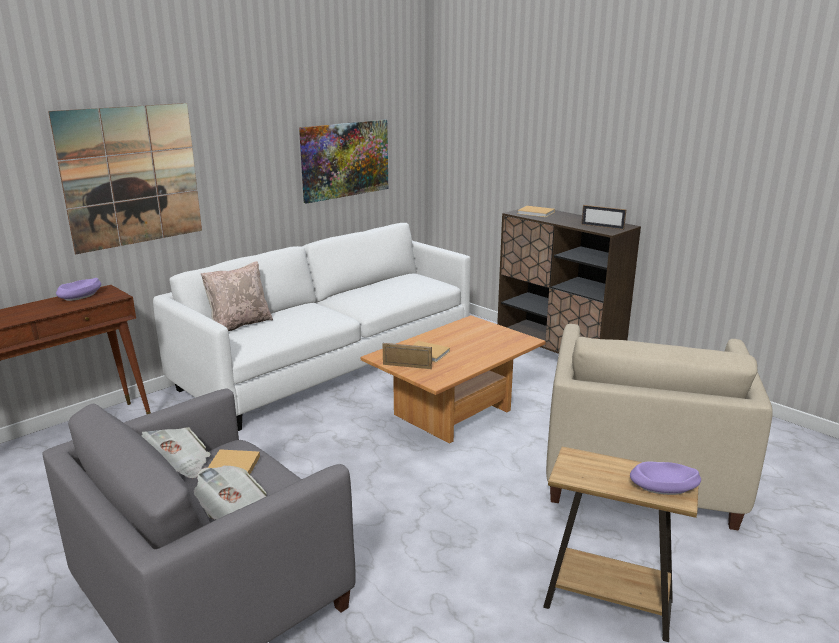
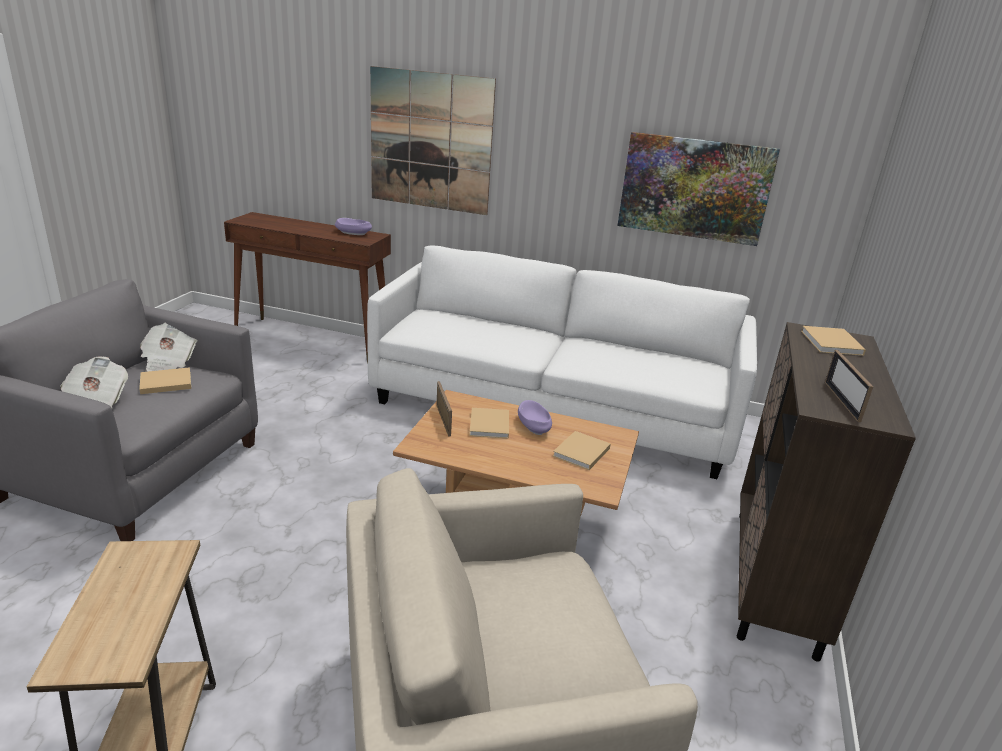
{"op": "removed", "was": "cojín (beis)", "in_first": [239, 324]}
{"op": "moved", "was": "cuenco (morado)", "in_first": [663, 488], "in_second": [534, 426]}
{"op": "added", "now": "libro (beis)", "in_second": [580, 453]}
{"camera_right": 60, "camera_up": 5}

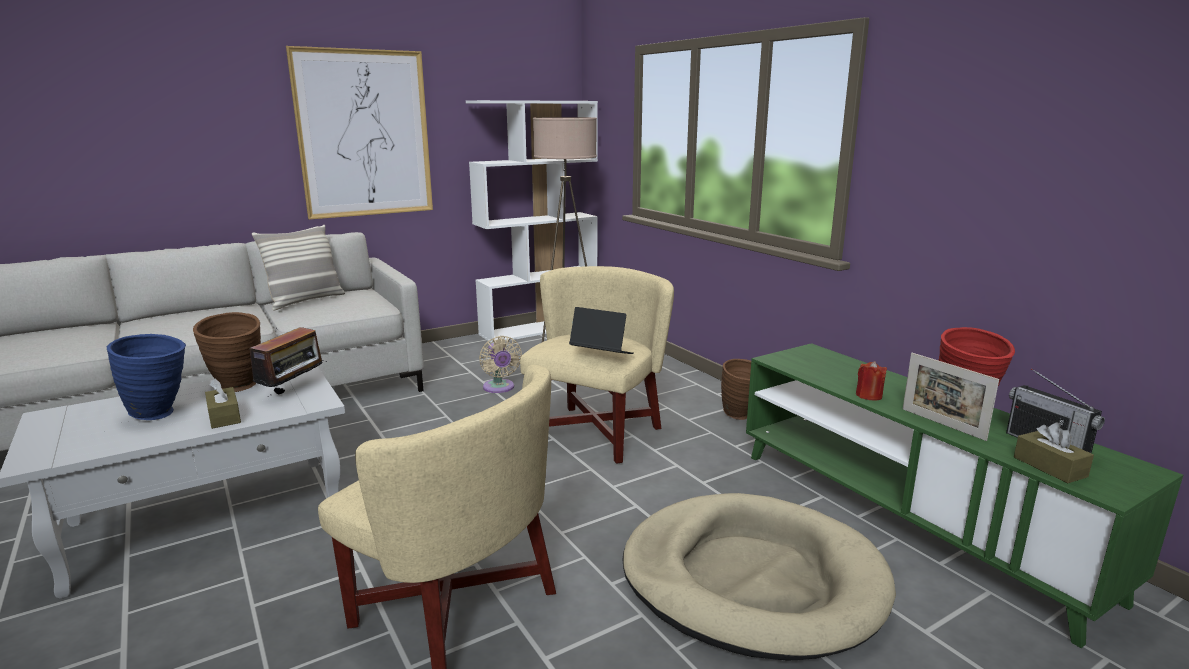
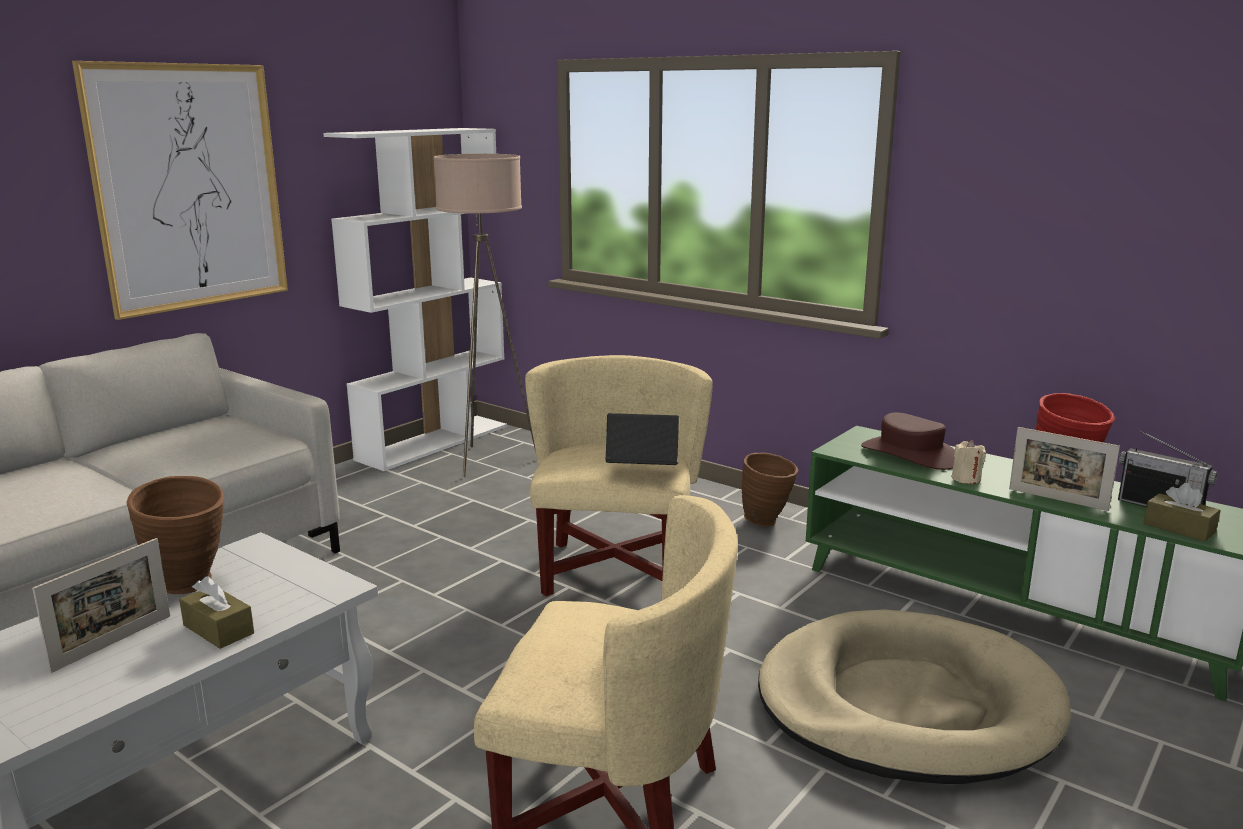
{"op": "removed", "was": "cojín", "in_first": [305, 301]}
{"op": "removed", "was": "radio", "in_first": [293, 391]}
{"op": "replaced", "was": "florero (azul)", "now": "portarretratos", "in_first": [161, 414], "in_second": [113, 643]}
{"op": "removed", "was": "ventilador (beis)", "in_first": [499, 388]}
{"op": "recoloured", "was": "vela (rojo)", "now": "vela (beis)", "in_first": [869, 395], "in_second": [966, 479]}
{"op": "added", "now": "sombrero (marrón)", "in_second": [910, 454]}
{"camera_right": -20, "camera_up": 0}

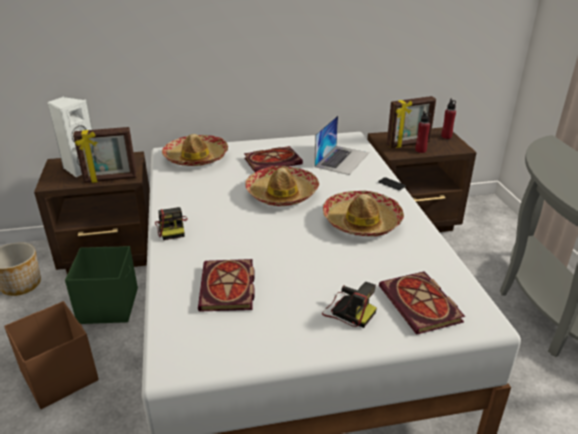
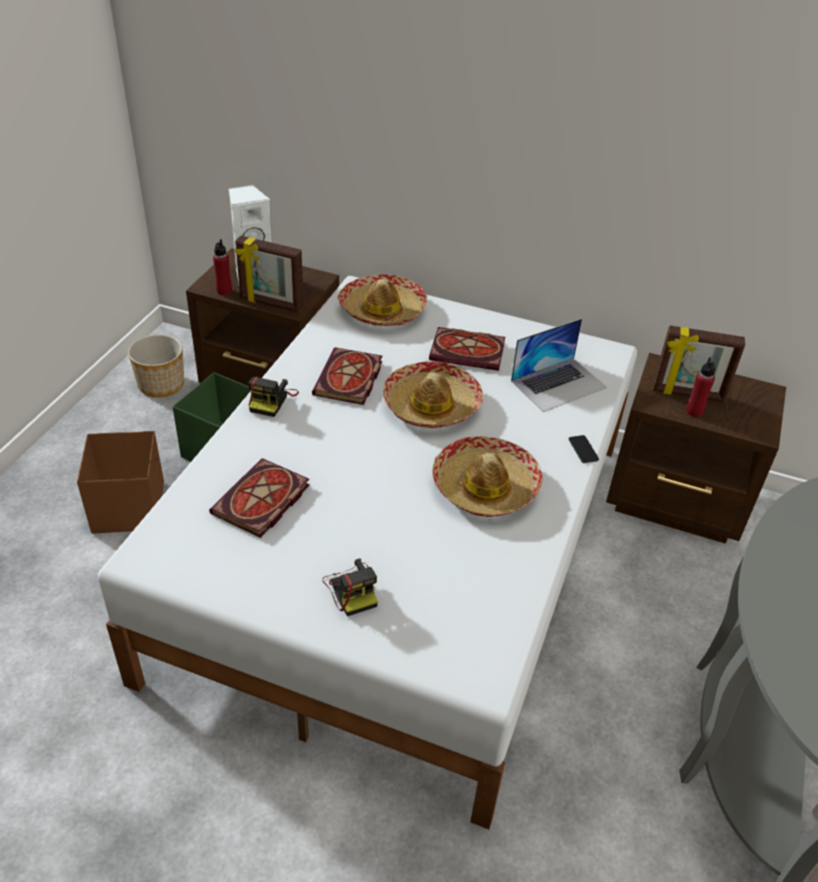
{"op": "moved", "was": "botella (rojo)", "in_first": [446, 136], "in_second": [224, 291]}
{"op": "moved", "was": "libro", "in_first": [422, 305], "in_second": [349, 380]}
{"camera_right": 30, "camera_up": 10}

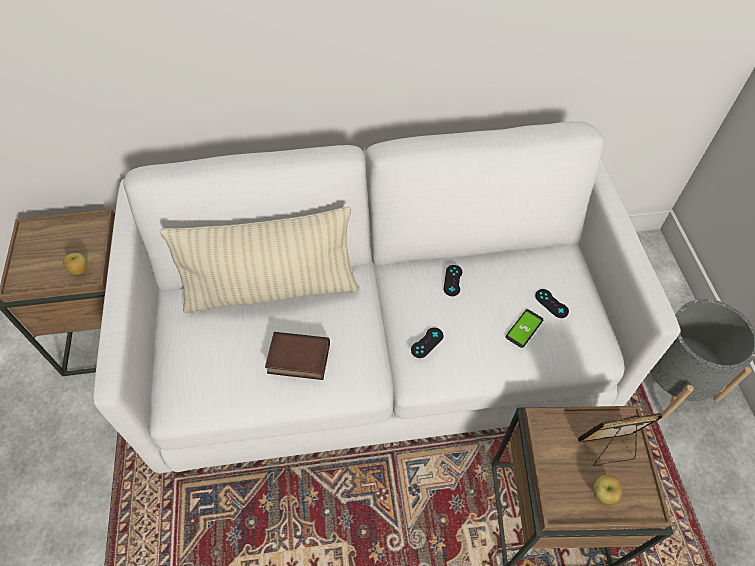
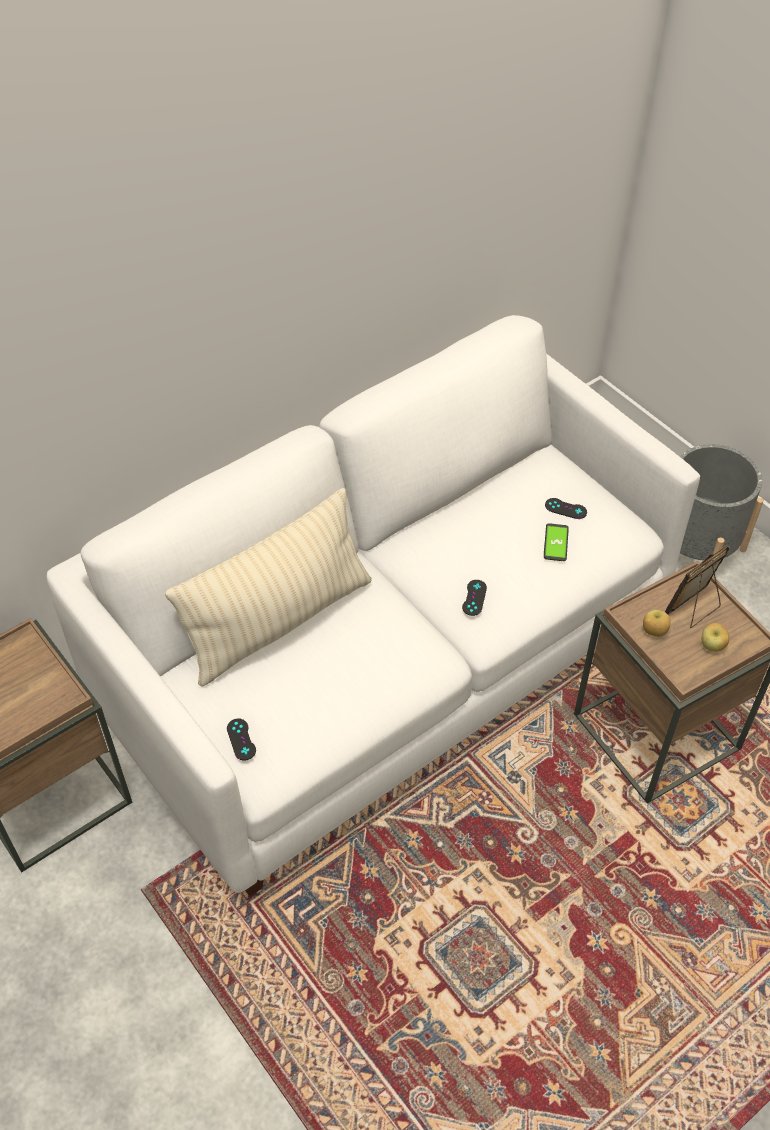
{"op": "moved", "was": "manzana", "in_first": [79, 270], "in_second": [653, 632]}
{"op": "moved", "was": "mando de consola (negro)", "in_first": [452, 280], "in_second": [241, 739]}
{"op": "removed", "was": "libro", "in_first": [297, 360]}
{"camera_right": -30, "camera_up": -5}

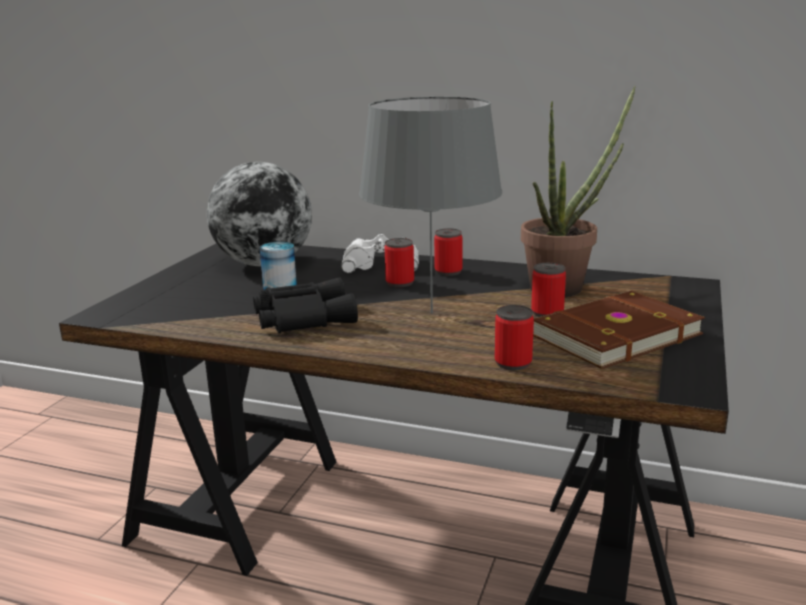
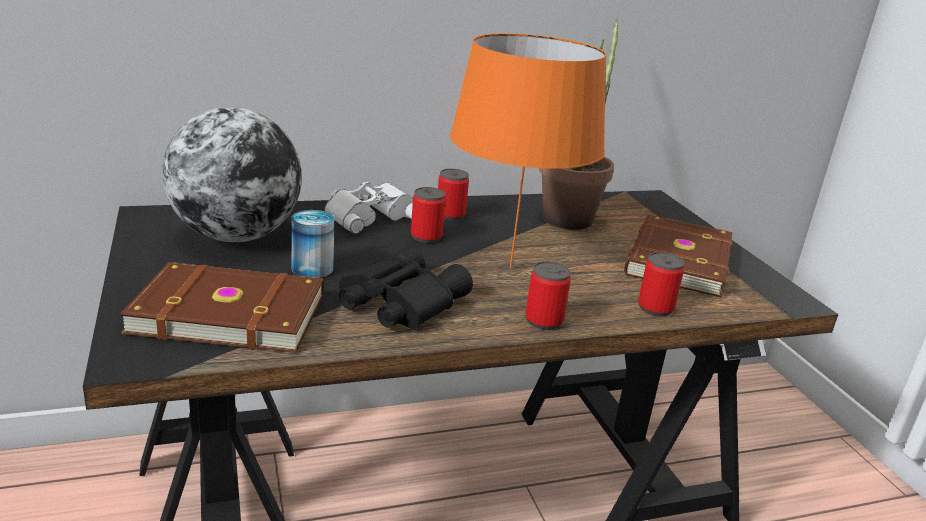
{"op": "recoloured", "was": "lámpara de mesa (gris)", "now": "lámpara de mesa (naranja)", "in_first": [432, 313], "in_second": [511, 267]}
{"op": "moved", "was": "lata", "in_first": [547, 313], "in_second": [544, 321]}
{"op": "added", "now": "libro (marrón)", "in_second": [229, 312]}
{"camera_right": -40, "camera_up": 5}

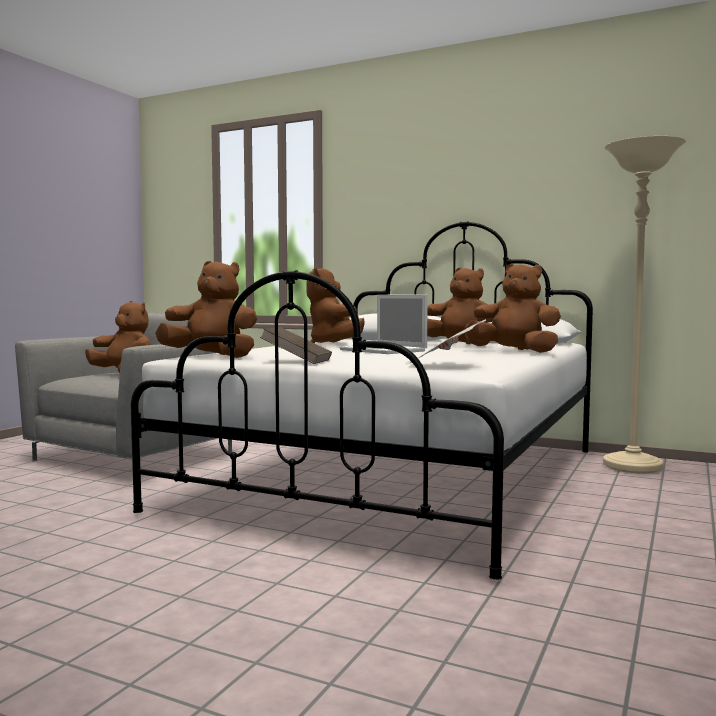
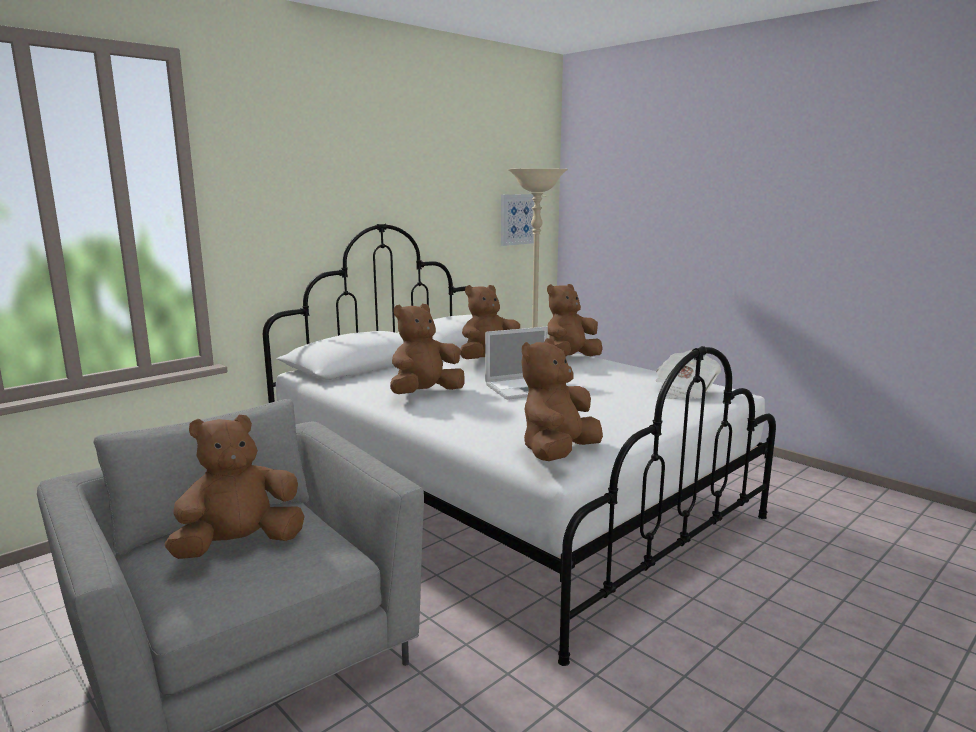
{"op": "turned", "was": "peluche (marrón)", "in_first": [333, 344], "in_second": [425, 394], "clockwise": 135}
{"op": "removed", "was": "libro (marrón)", "in_first": [297, 361]}
{"op": "added", "now": "cuadro", "in_second": [518, 219]}
{"camera_right": -70, "camera_up": 10}

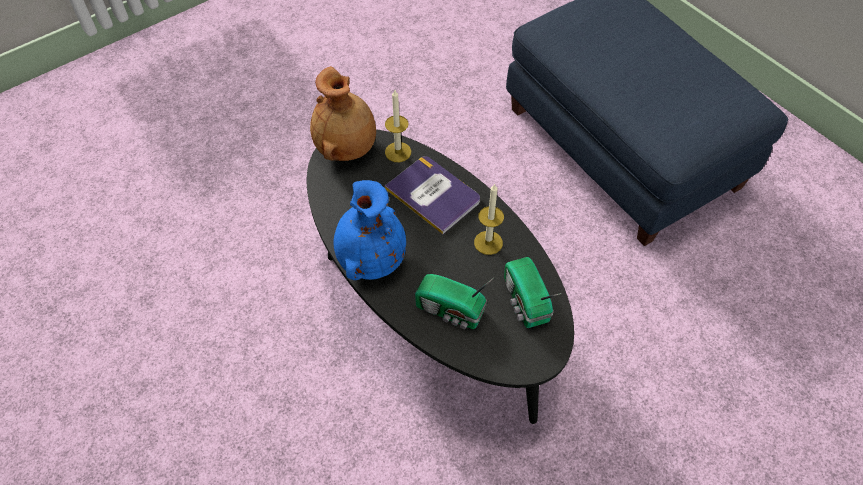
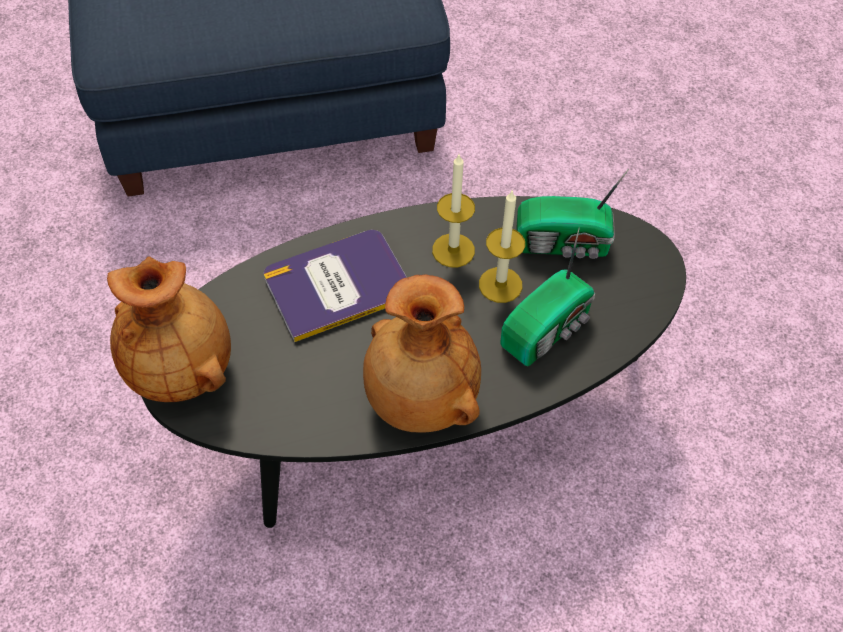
{"op": "moved", "was": "vela", "in_first": [398, 152], "in_second": [500, 285]}
{"op": "recoloured", "was": "florero (azul)", "now": "florero (marrón)", "in_first": [370, 259], "in_second": [419, 400]}
{"camera_right": -70, "camera_up": 0}

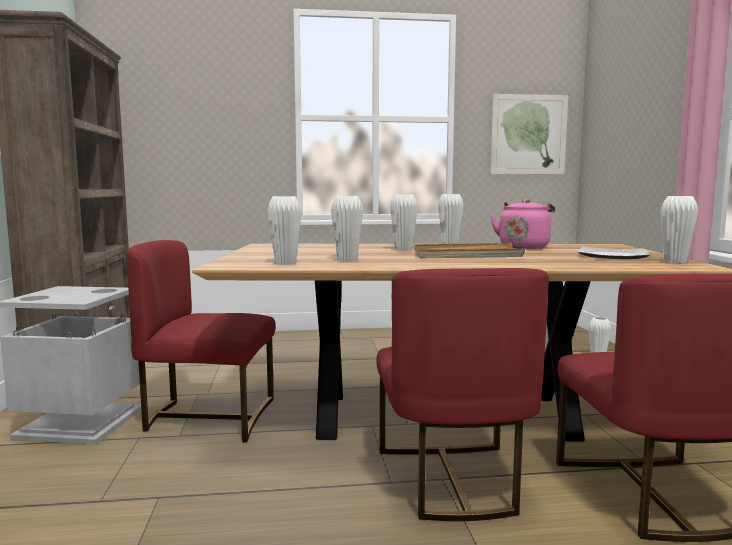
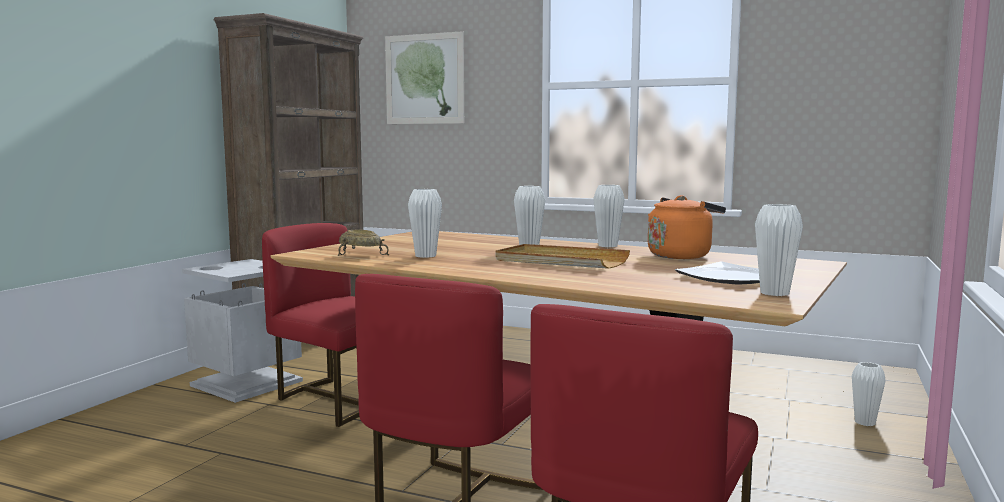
{"op": "moved", "was": "cuadro", "in_first": [528, 134], "in_second": [424, 79]}
{"op": "replaced", "was": "florero (blanco)", "now": "cuenco (beis)", "in_first": [285, 263], "in_second": [359, 255]}
{"op": "recoloured", "was": "hervidor (rosa)", "now": "hervidor (naranja)", "in_first": [524, 247], "in_second": [681, 255]}
{"camera_right": 30, "camera_up": 0}

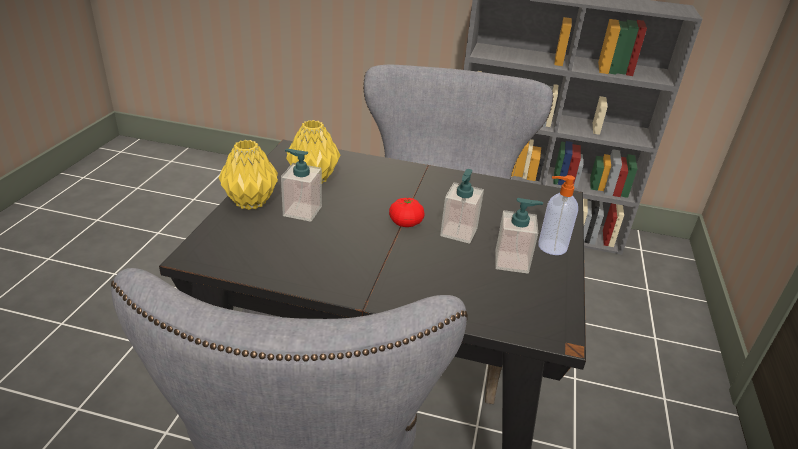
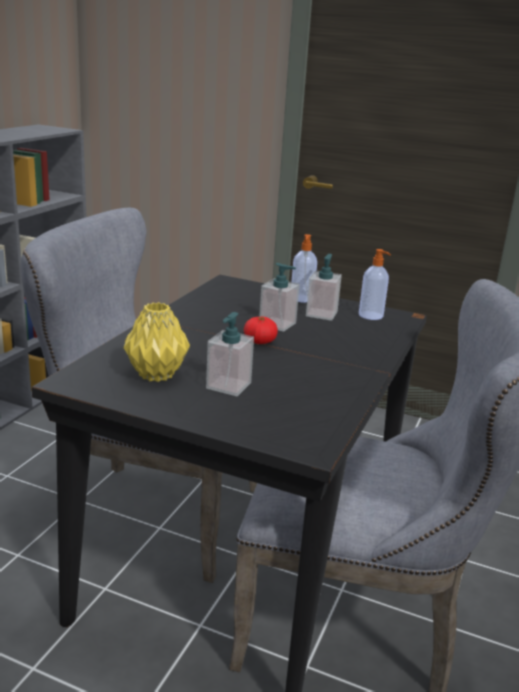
{"op": "removed", "was": "florero (amarillo)", "in_first": [250, 202]}
{"op": "added", "now": "dispensador de jabón", "in_second": [371, 316]}
{"camera_right": -80, "camera_up": -10}

